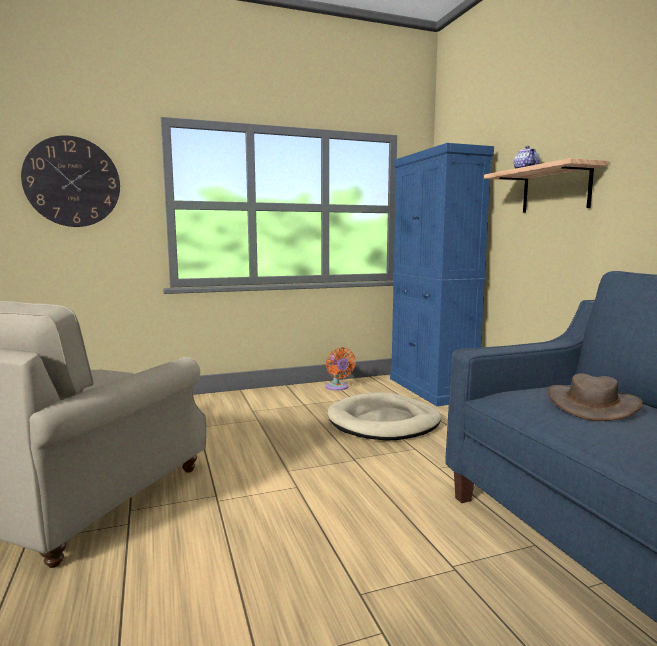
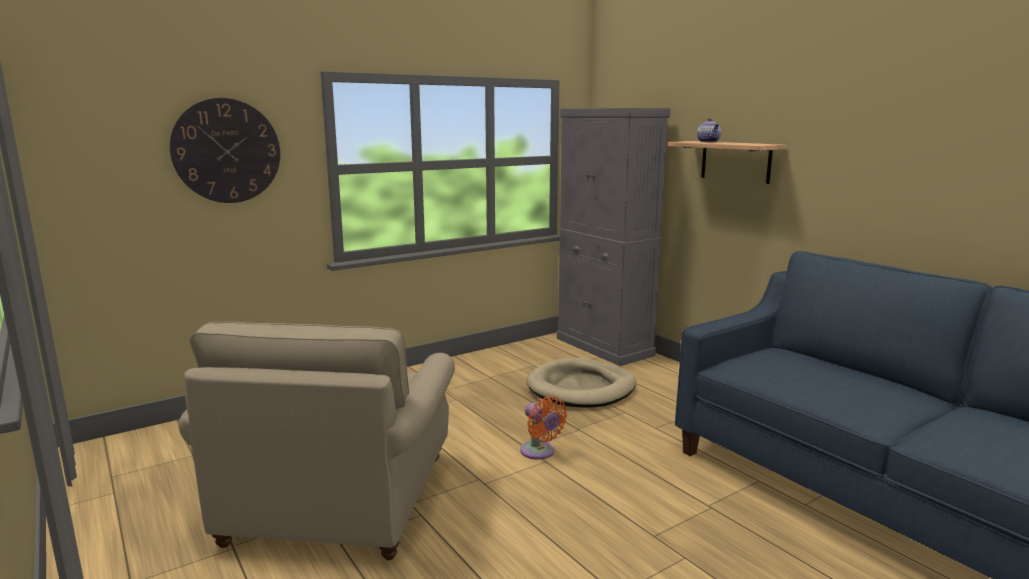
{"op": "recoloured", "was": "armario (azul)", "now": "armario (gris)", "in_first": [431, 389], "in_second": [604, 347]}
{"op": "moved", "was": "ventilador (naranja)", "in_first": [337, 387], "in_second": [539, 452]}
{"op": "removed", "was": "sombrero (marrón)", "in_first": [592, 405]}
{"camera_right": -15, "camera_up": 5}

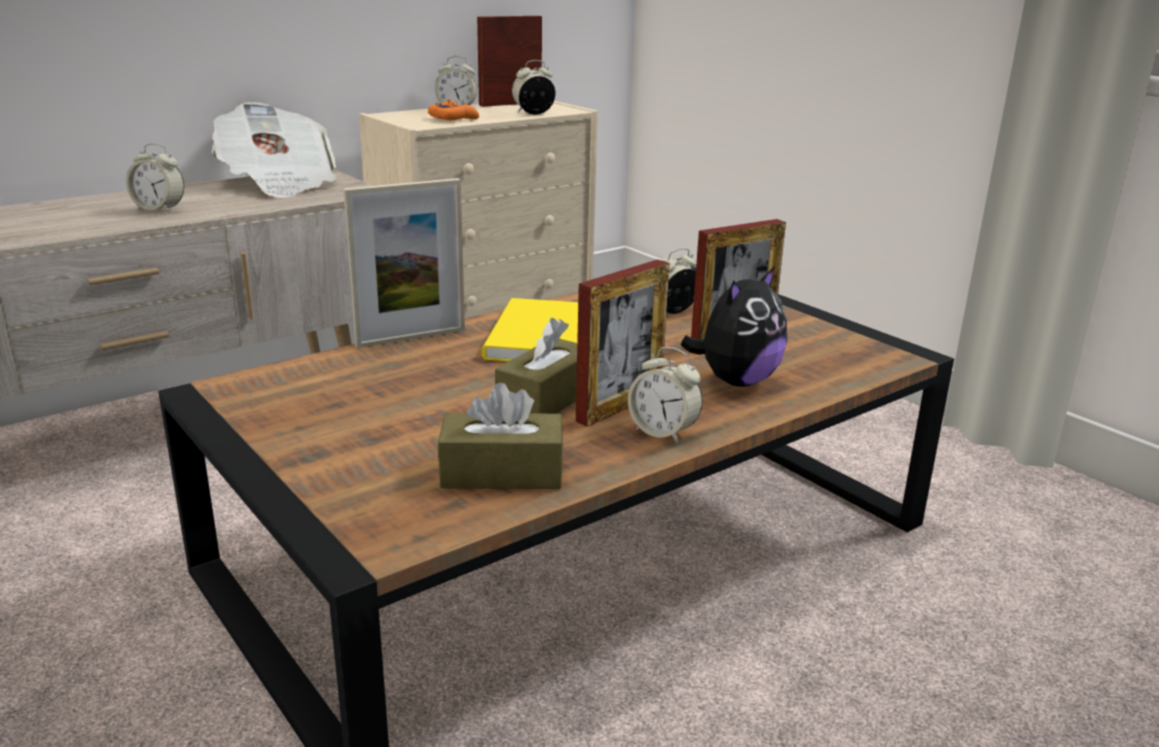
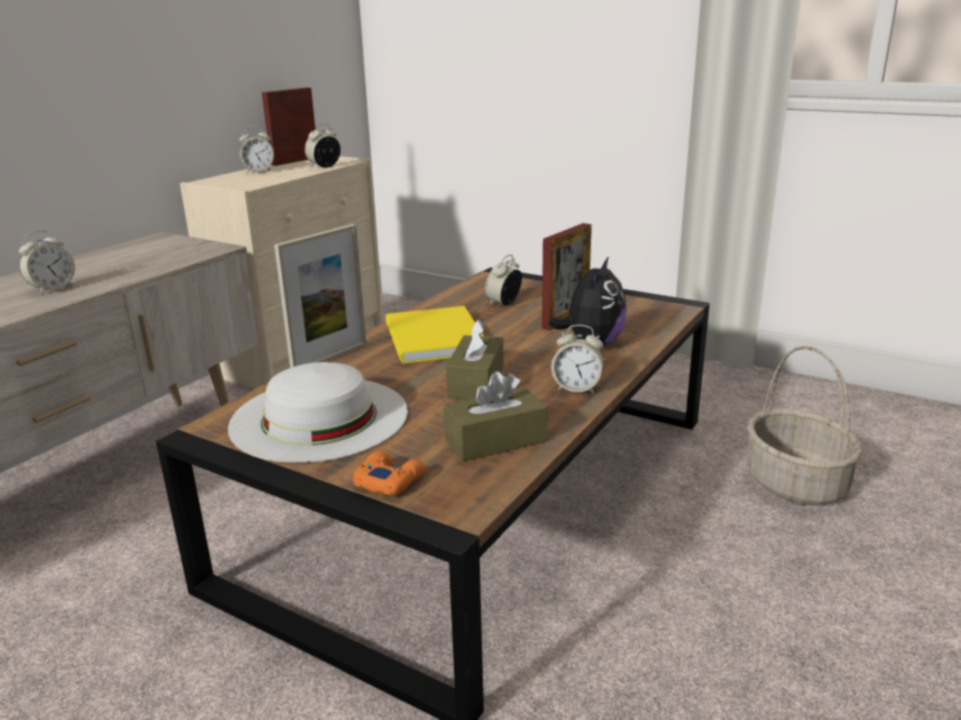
{"op": "moved", "was": "mando de consola (naranja)", "in_first": [453, 118], "in_second": [389, 480]}
{"op": "removed", "was": "periódico", "in_first": [278, 183]}
{"op": "turned", "was": "despertador", "in_first": [159, 209], "in_second": [52, 289], "clockwise": -45}
{"op": "removed", "was": "portarretratos", "in_first": [619, 406]}
{"op": "added", "now": "cesta", "in_second": [793, 483]}
{"op": "added", "now": "sombrero (blanco)", "in_second": [319, 417]}
{"camera_right": -20, "camera_up": 0}

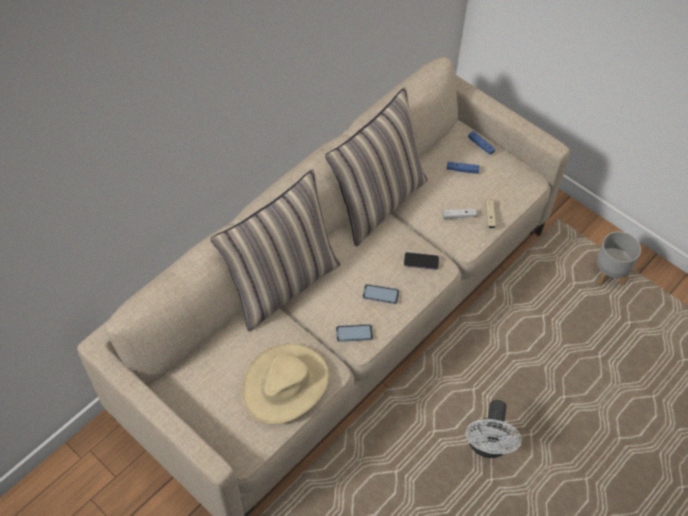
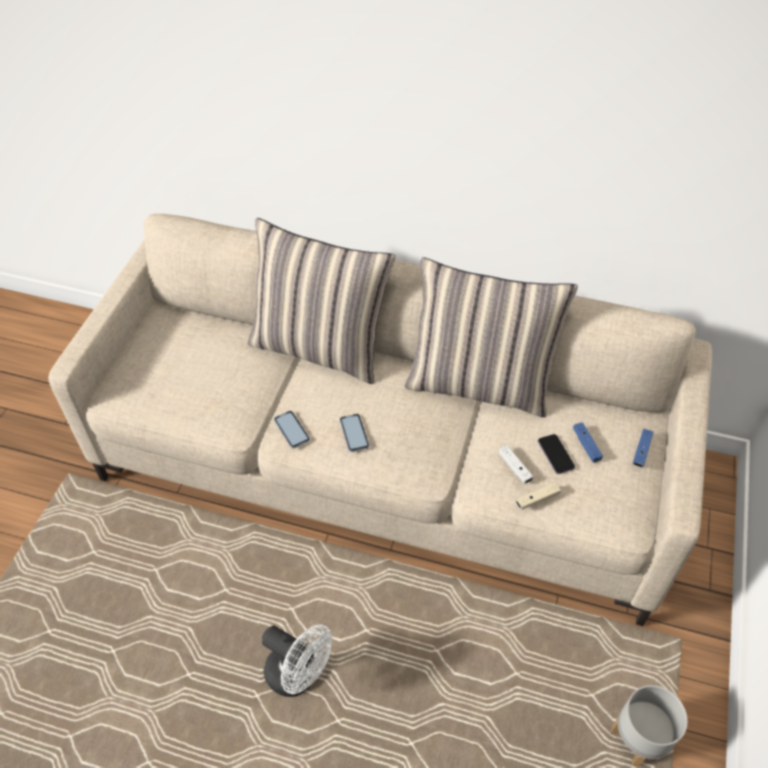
{"op": "moved", "was": "móvil", "in_first": [421, 261], "in_second": [555, 455]}
{"op": "removed", "was": "sombrero (beis)", "in_first": [285, 384]}
{"op": "turned", "was": "ventilador (blanco)", "in_first": [487, 446], "in_second": [299, 676], "clockwise": -135}
{"camera_right": 65, "camera_up": -5}

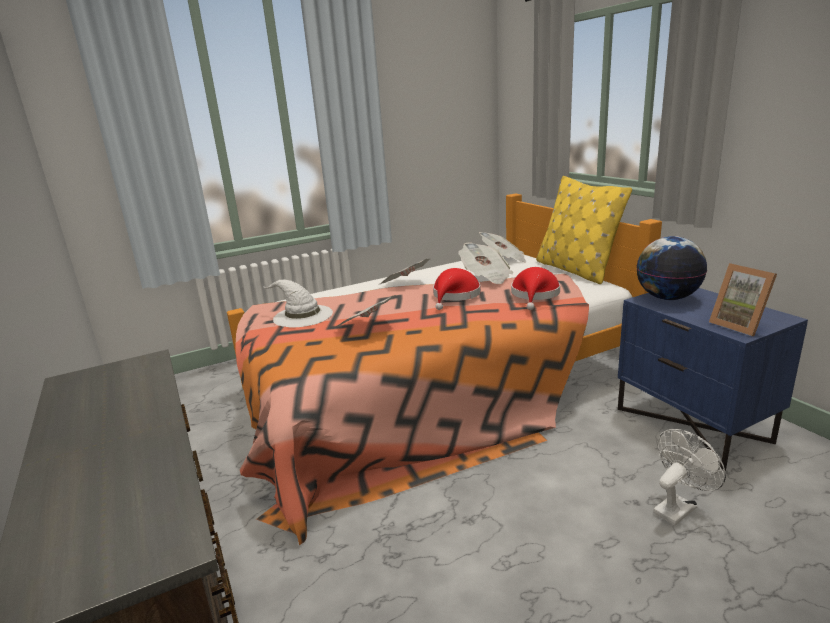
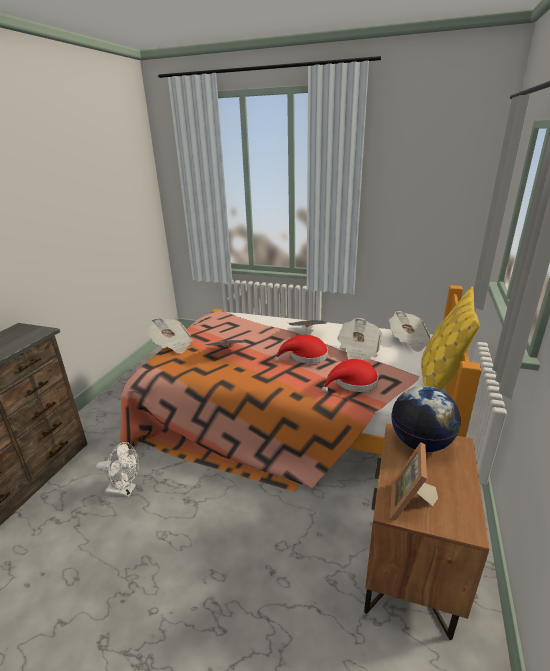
{"op": "removed", "was": "sombrero (blanco)", "in_first": [302, 315]}
{"op": "recoloured", "was": "mesita de noche (azul)", "now": "mesita de noche (marrón)", "in_first": [693, 425], "in_second": [411, 565]}
{"op": "moved", "was": "ventilador (blanco)", "in_first": [678, 507], "in_second": [125, 490]}
{"op": "added", "now": "periódico", "in_second": [172, 345]}
{"camera_right": 45, "camera_up": 5}

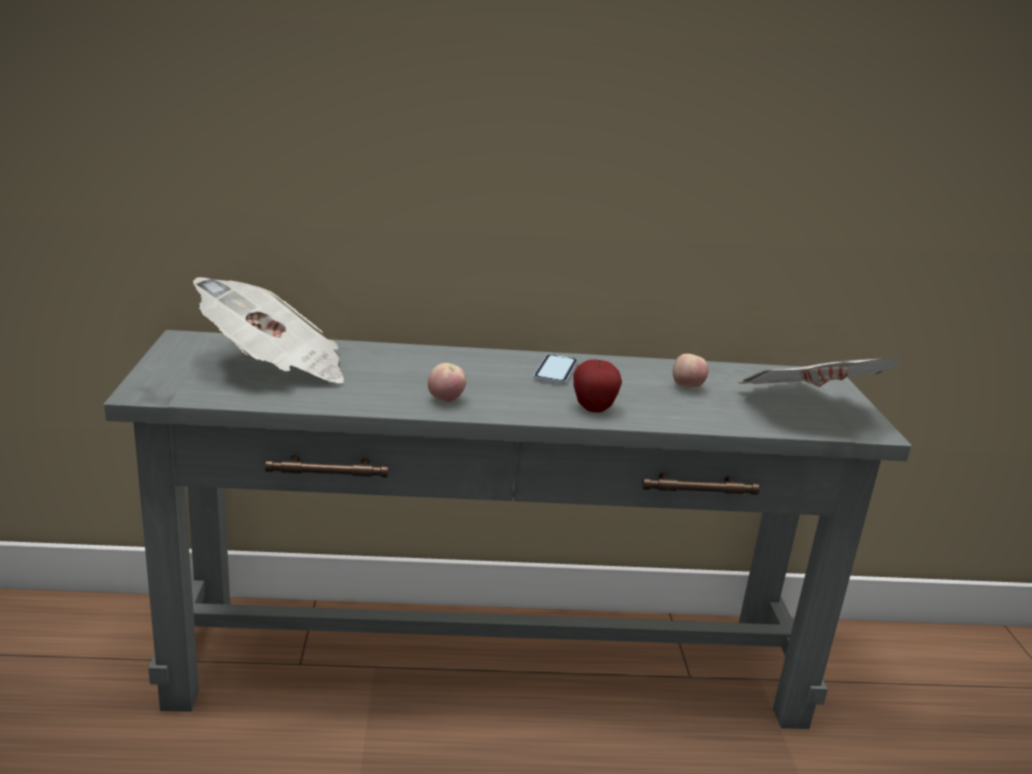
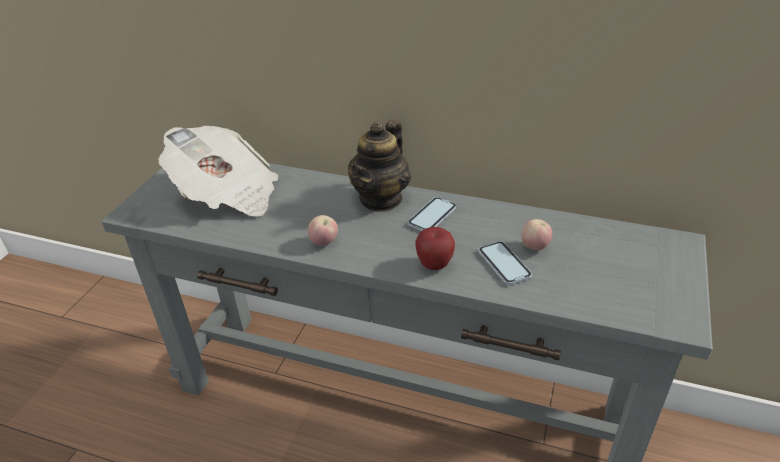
{"op": "removed", "was": "periódico", "in_first": [807, 409]}
{"op": "added", "now": "tetera", "in_second": [381, 199]}
{"op": "added", "now": "móvil", "in_second": [504, 264]}
{"camera_right": 25, "camera_up": 15}

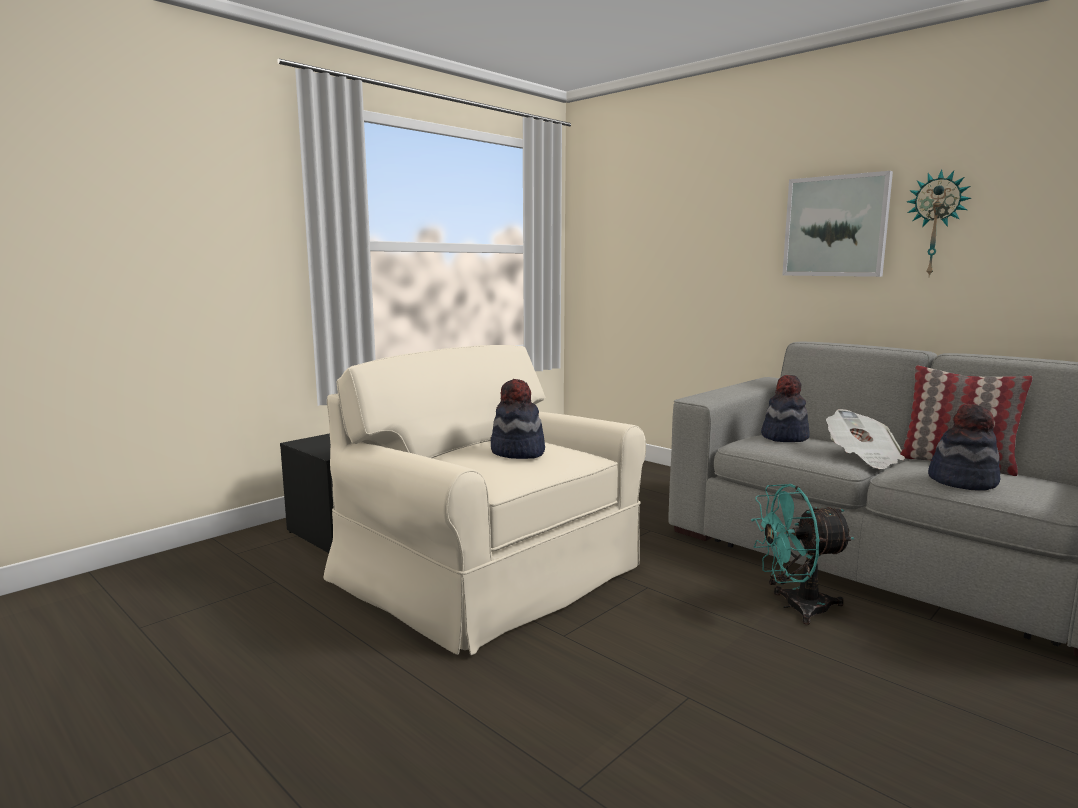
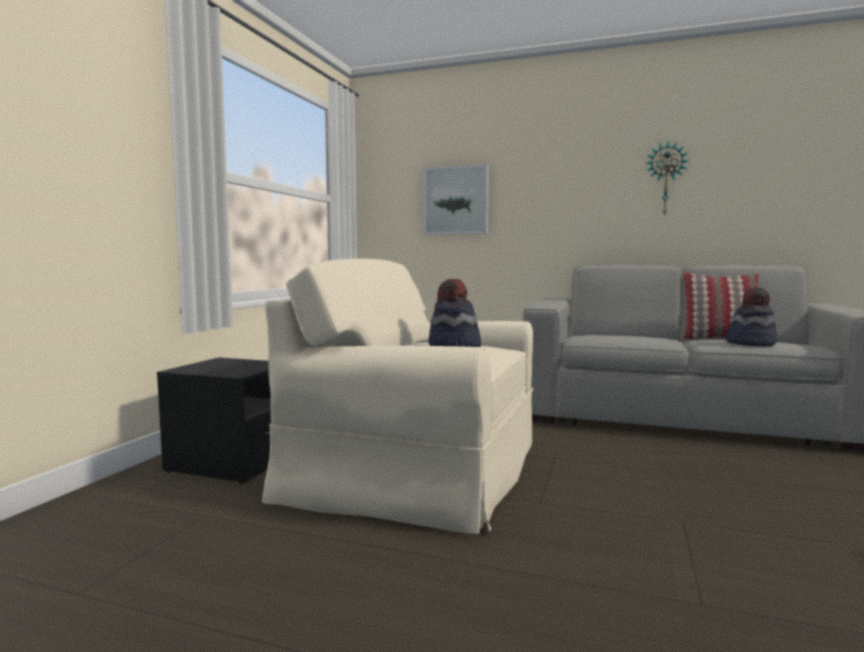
{"op": "moved", "was": "cuadro", "in_first": [835, 226], "in_second": [455, 200]}
{"op": "removed", "was": "sombrero", "in_first": [784, 437]}
{"op": "removed", "was": "periódico", "in_first": [862, 458]}
{"op": "removed", "was": "ventilador (turquesa)", "in_first": [795, 607]}
{"camera_right": -25, "camera_up": -5}

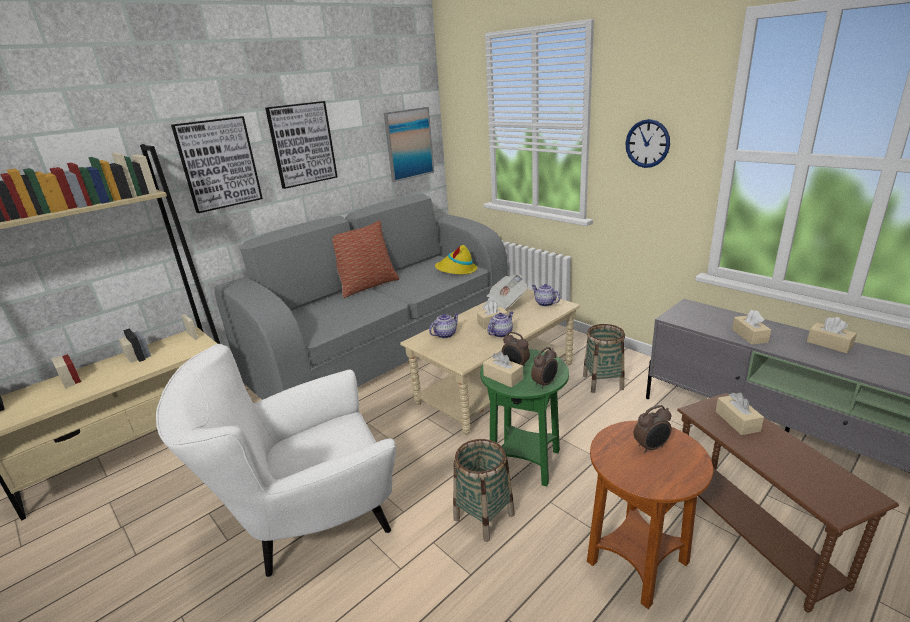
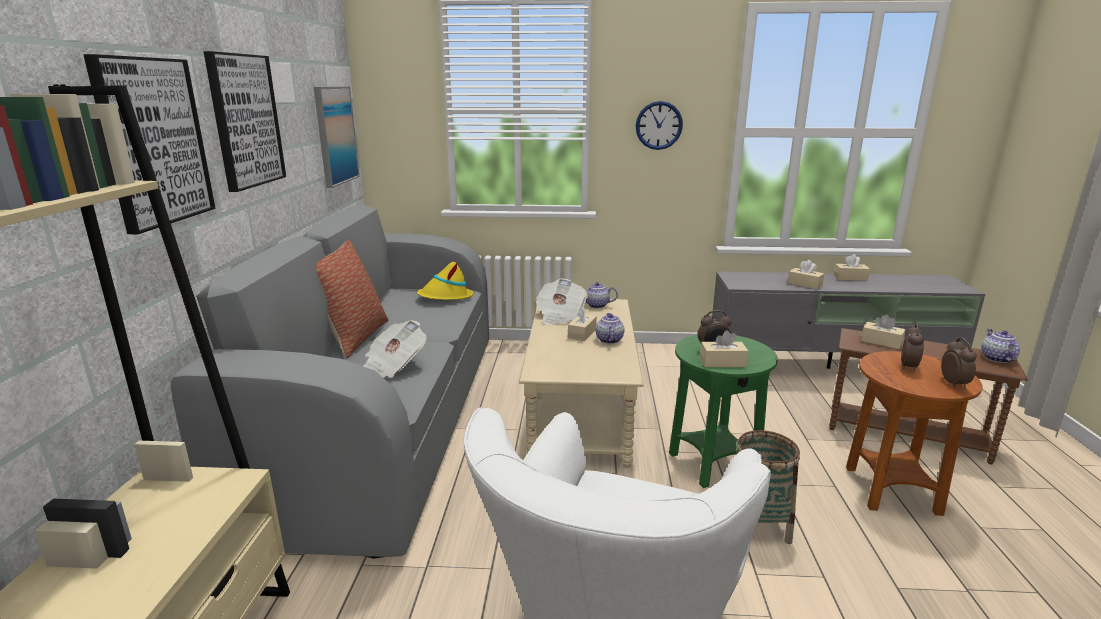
{"op": "moved", "was": "tetera", "in_first": [445, 334], "in_second": [996, 358]}
{"op": "removed", "was": "cesta", "in_first": [603, 382]}
{"op": "moved", "was": "despertador", "in_first": [545, 384], "in_second": [954, 384]}
{"op": "added", "now": "periódico", "in_second": [393, 366]}
{"camera_right": -45, "camera_up": -5}

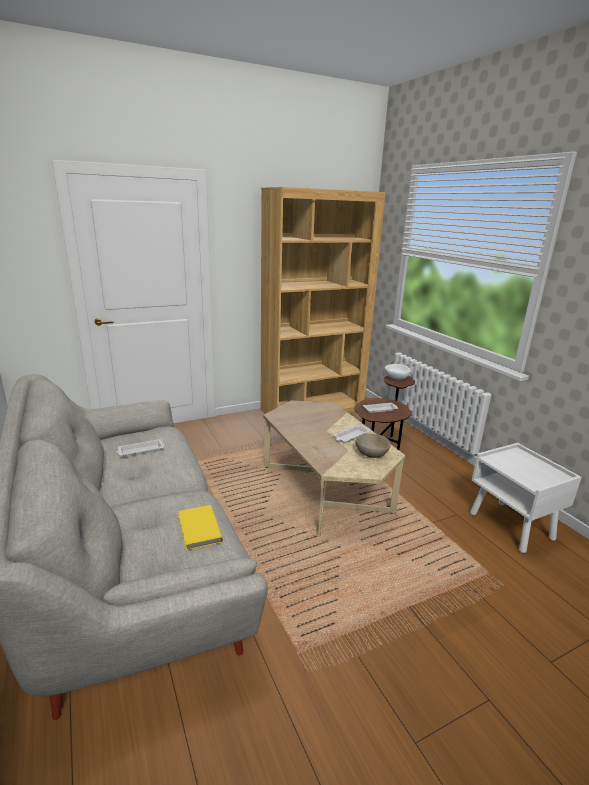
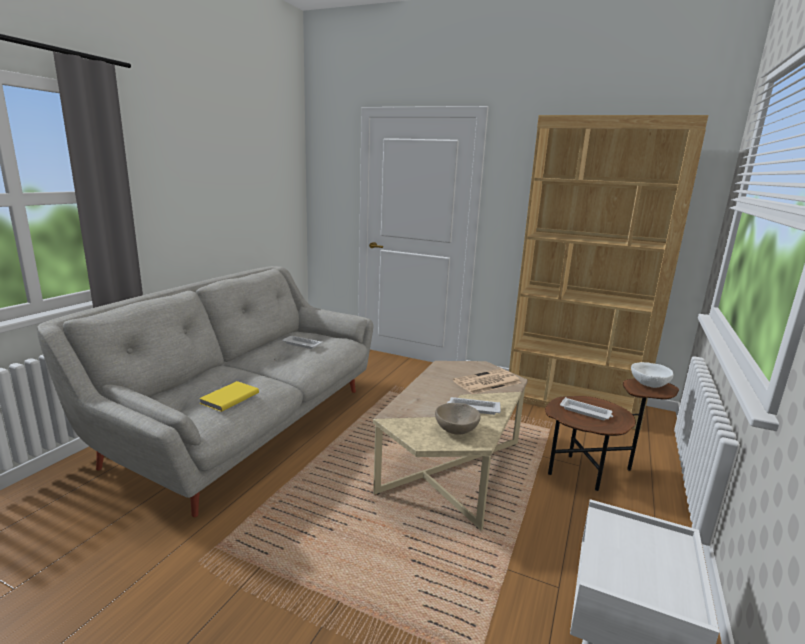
{"op": "added", "now": "periódico", "in_second": [486, 382]}
{"camera_right": 50, "camera_up": -5}

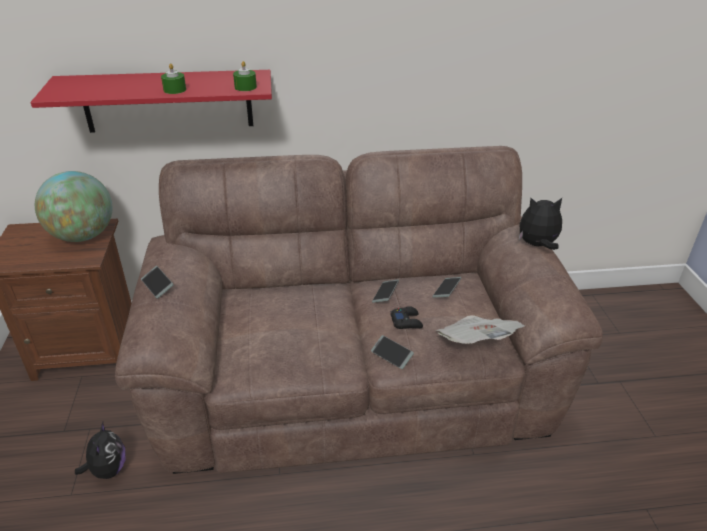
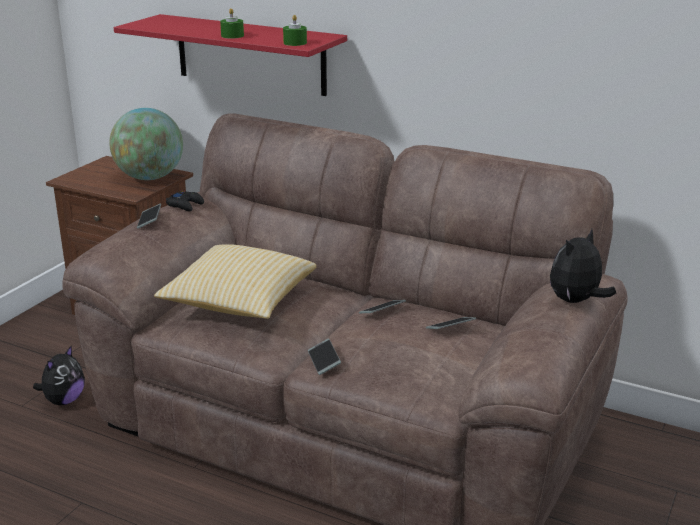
{"op": "turned", "was": "peluche", "in_first": [537, 245], "in_second": [576, 301], "clockwise": -75}
{"op": "moved", "was": "mando de consola (negro)", "in_first": [406, 321], "in_second": [185, 205]}
{"op": "removed", "was": "periódico", "in_first": [475, 344]}
{"op": "added", "now": "cojín", "in_second": [239, 302]}
{"camera_right": 35, "camera_up": -10}

